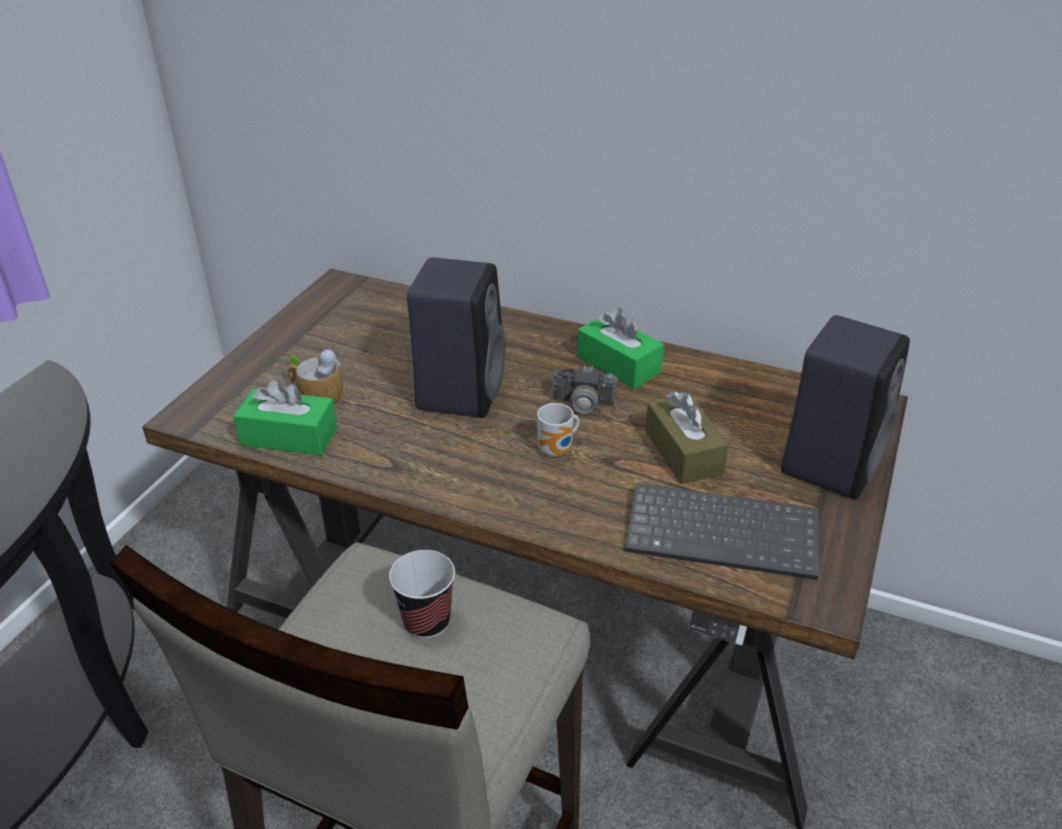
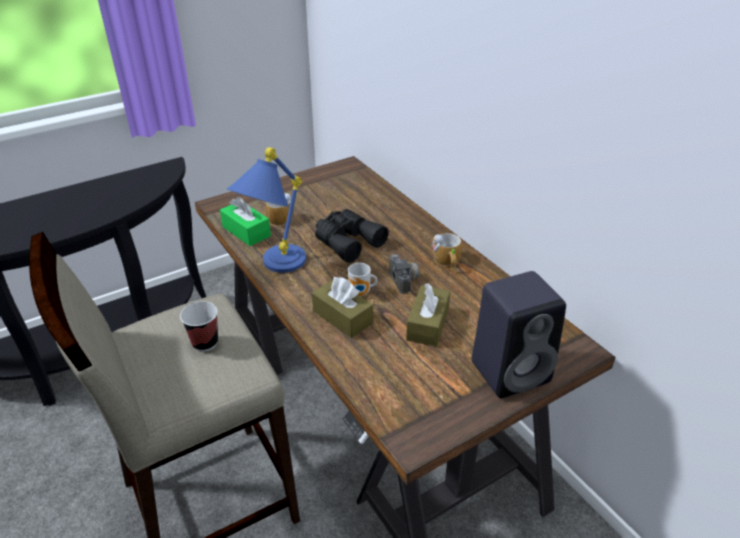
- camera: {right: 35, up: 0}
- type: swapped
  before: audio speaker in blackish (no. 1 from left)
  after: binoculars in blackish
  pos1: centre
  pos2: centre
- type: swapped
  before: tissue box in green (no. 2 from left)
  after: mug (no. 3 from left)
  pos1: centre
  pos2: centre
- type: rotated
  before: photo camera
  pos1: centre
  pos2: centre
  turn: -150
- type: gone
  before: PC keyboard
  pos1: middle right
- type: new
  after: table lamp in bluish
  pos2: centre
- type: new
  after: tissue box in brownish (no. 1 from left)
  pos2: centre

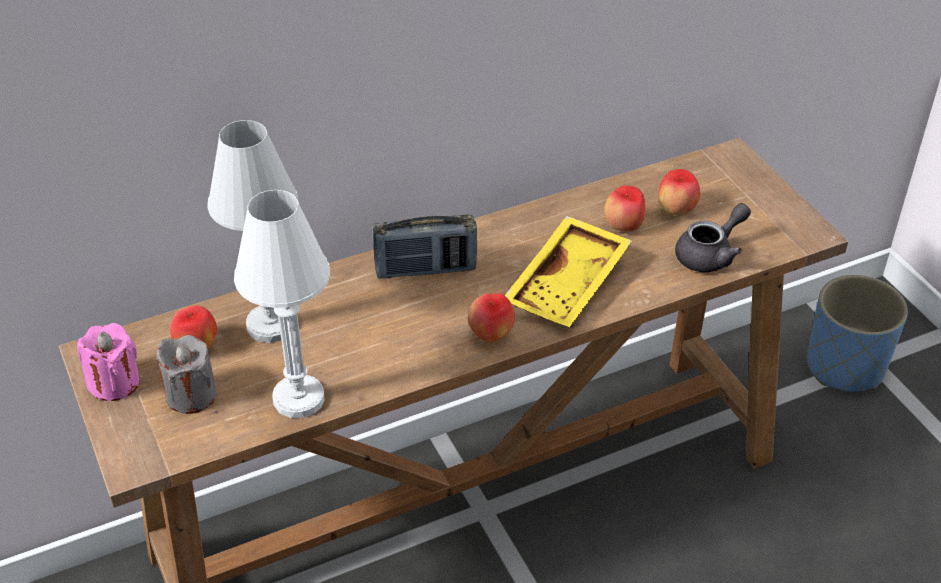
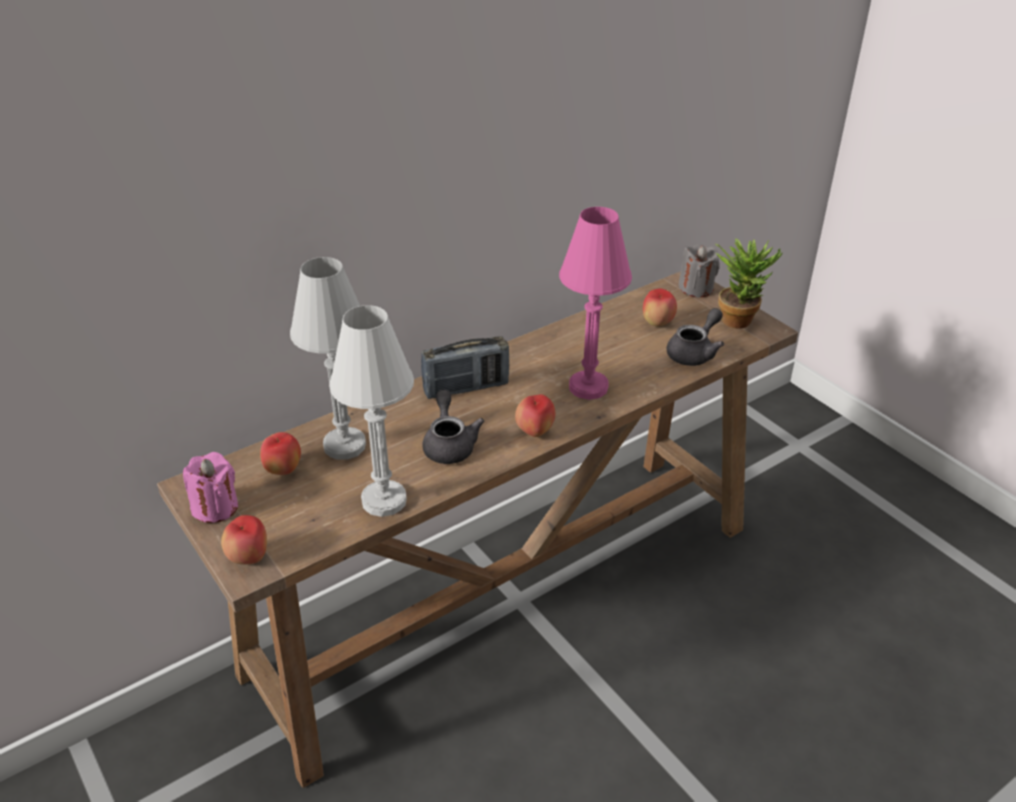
- camera: {right: -10, up: -5}
- type: shifted
  before: apple fruit (no. 3 from left in the first image)
  after: apple fruit (no. 1 from left)
  pos1: centre
  pos2: bottom left
- type: swapped
  before: carrying tray in yellowish
  after: table lamp in pinkish
  pos1: centre
  pos2: centre
- type: gone
  before: flower pot in bluish
  pos1: middle right
- type: shifted
  before: wax candle in grey
  pos1: middle left
  pos2: middle right
- type: new
  after: plant in a pot
  pos2: middle right
- type: new
  after: pot for tea in grey (no. 1 from left)
  pos2: centre

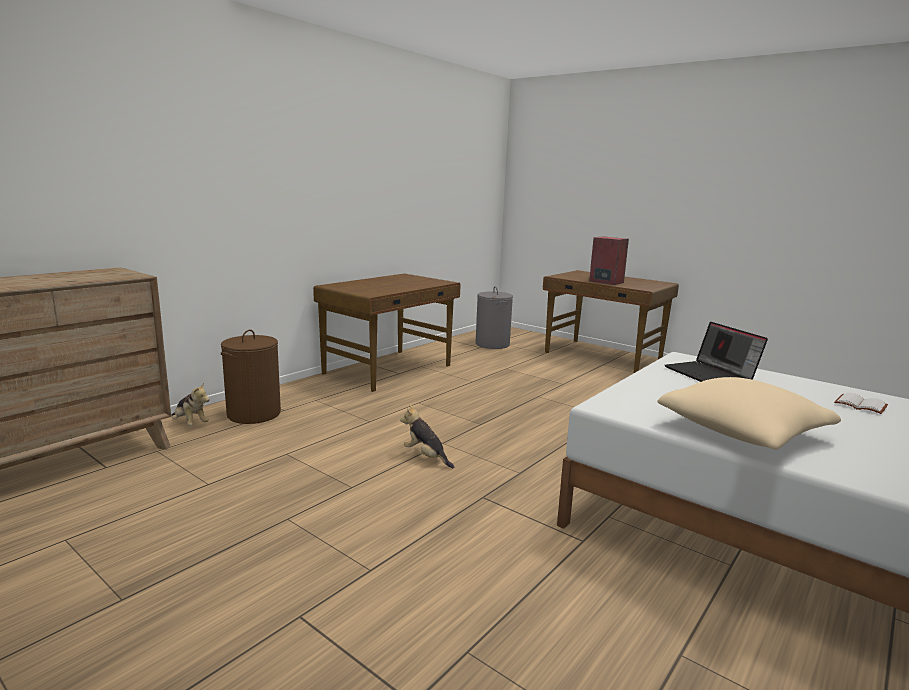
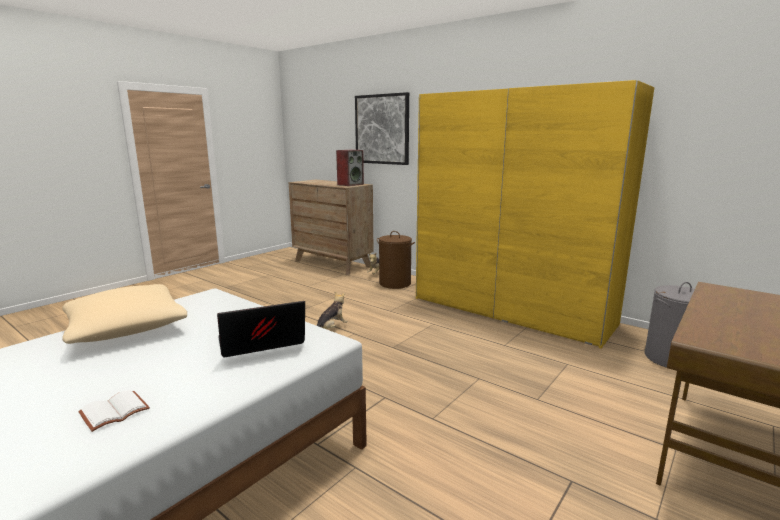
- camera: {right: 90, up: 0}
- type: shifted
  before: audio speaker
  pos1: middle right
  pos2: top centre
- type: swapped
  before: desk unit in brownish (no. 1 from left)
  after: armoire in yellowish
  pos1: centre
  pos2: middle right
- type: new
  after: wall art
  pos2: top centre

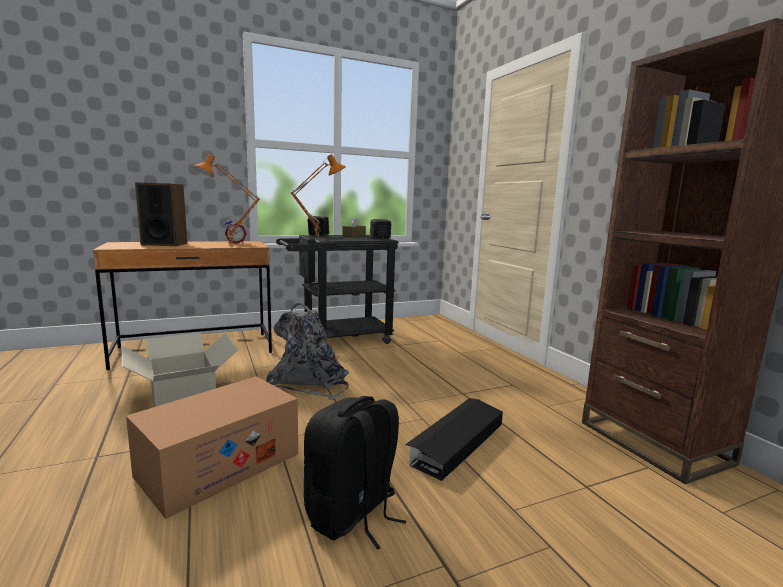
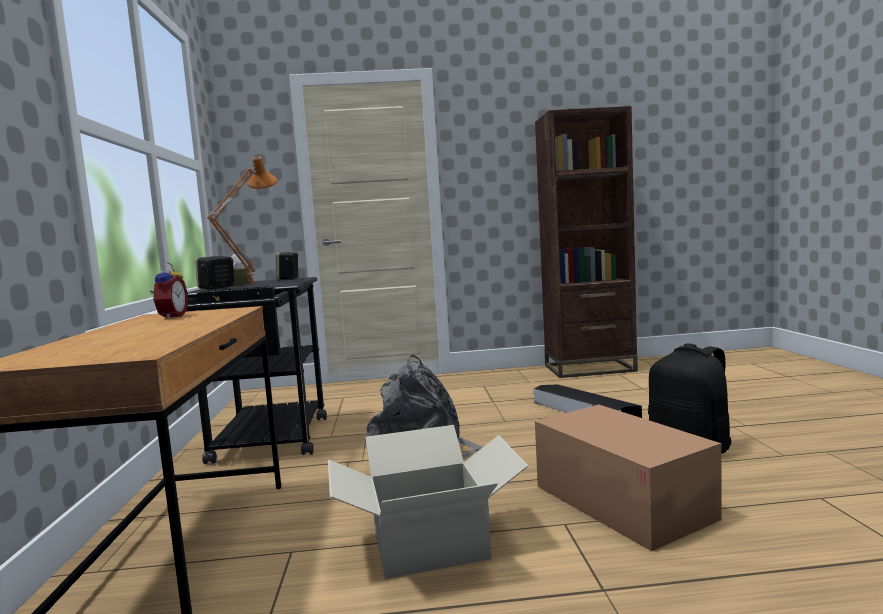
- camera: {right: -70, up: -5}
- type: gone
  before: table lamp in orange-coloured (no. 1 from left)
  pos1: middle left
- type: gone
  before: audio speaker (no. 1 from left)
  pos1: middle left

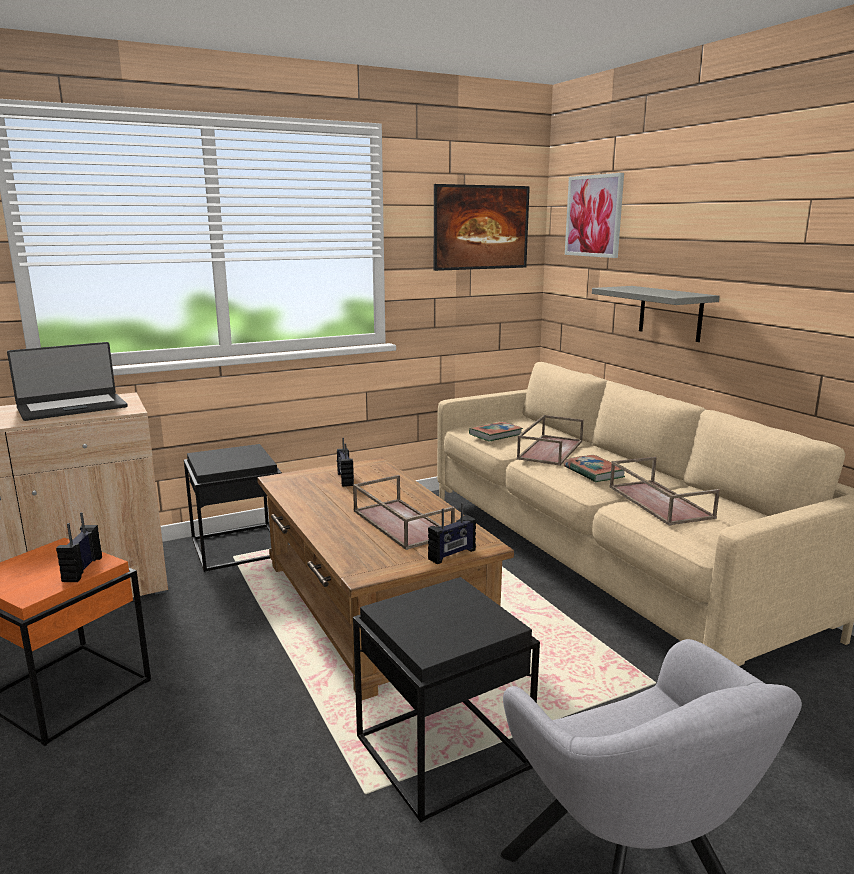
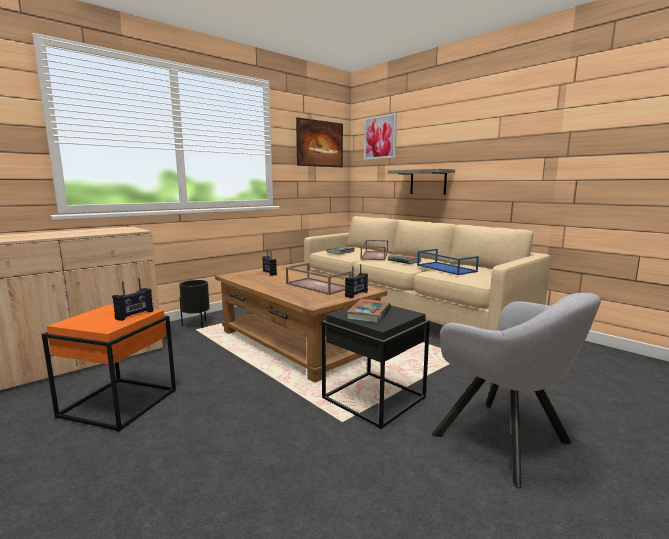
- camera: {right: -15, up: -5}
- type: gone
  before: laptop
  pos1: middle left
- type: swapped
  before: accent table in blackish (no. 1 from left)
  after: flower pot in blackish
  pos1: middle left
  pos2: middle left
- type: repainted
  before: carrying tray in brownish (no. 3 from left)
  after: carrying tray in bluish
  pos1: middle right
  pos2: middle right
- type: rotated
  before: radio receiver (no. 1 from left)
  pos1: middle left
  pos2: middle left
  turn: -135
- type: new
  after: book (no. 2 from left)
  pos2: centre

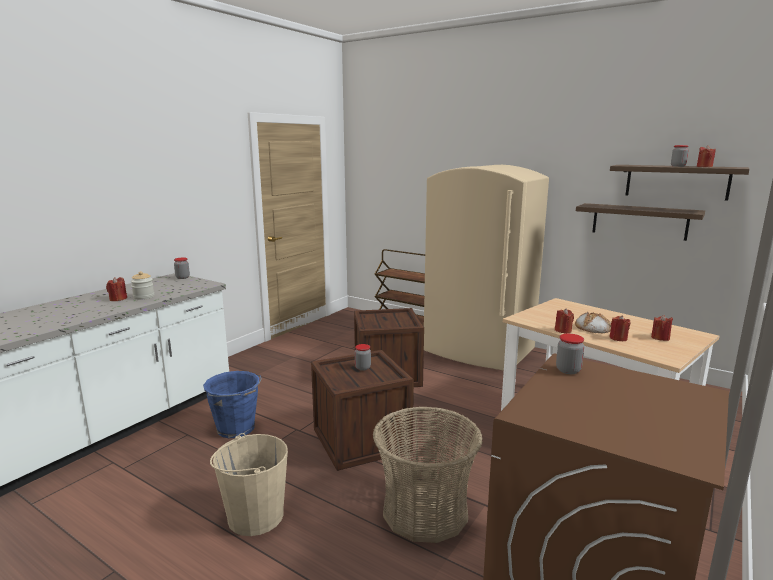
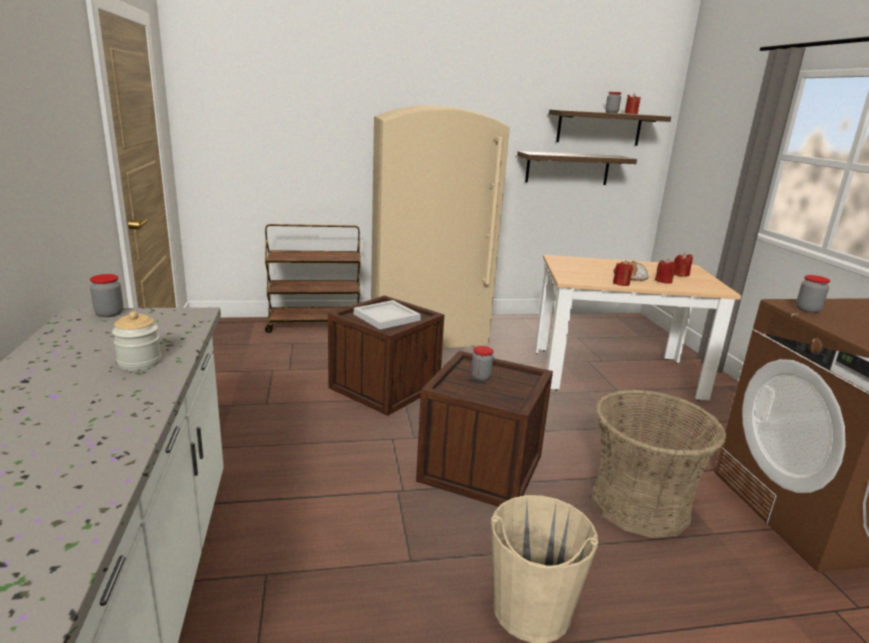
- camera: {right: -45, up: 5}
- type: gone
  before: wax candle in red-coloured (no. 1 from left)
  pos1: middle left
- type: gone
  before: pail in bluish
  pos1: bottom left
- type: new
  after: carrying tray in white-coloured
  pos2: centre

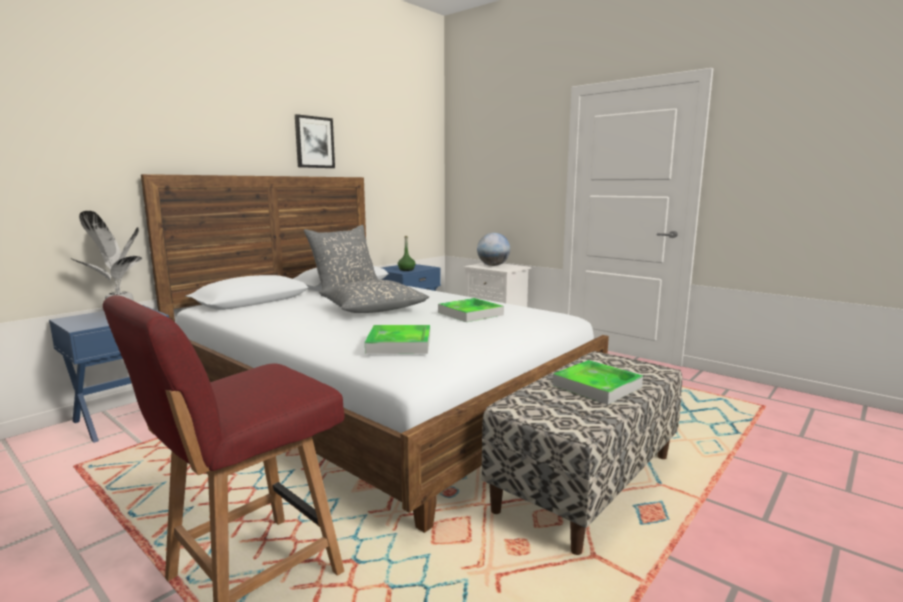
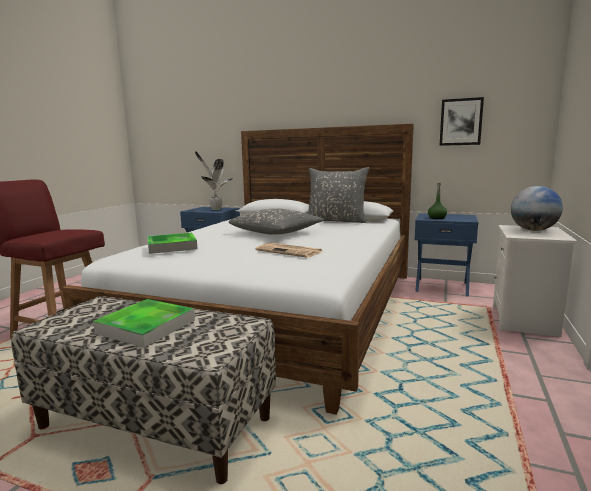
- camera: {right: 70, up: 0}
- type: shifted
  before: wall art
  pos1: top centre
  pos2: top right
- type: swapped
  before: carrying tray (no. 2 from left)
  after: newspaper
  pos1: centre
  pos2: centre

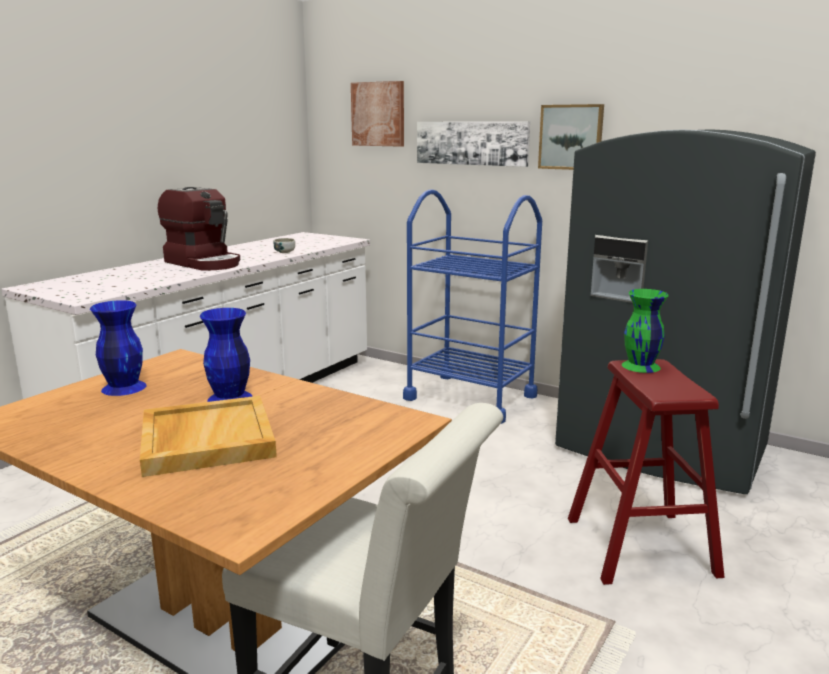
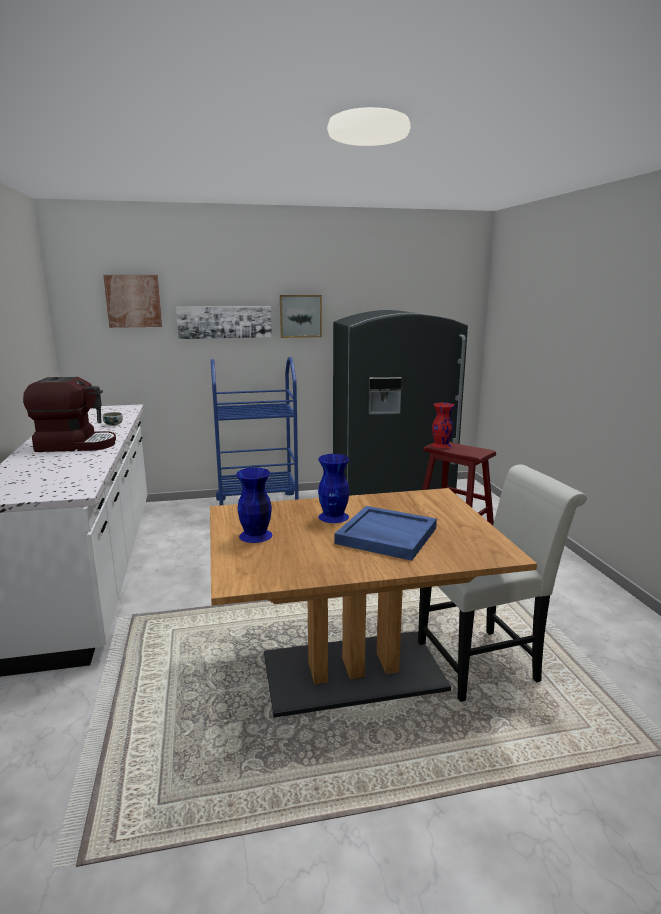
- camera: {right: -45, up: 0}
- type: repainted
  before: decorative vase in green
  after: decorative vase in red-coloured
  pos1: middle right
  pos2: middle right
- type: repainted
  before: carrying tray in sand-coloured
  after: carrying tray in bluish
  pos1: middle left
  pos2: centre

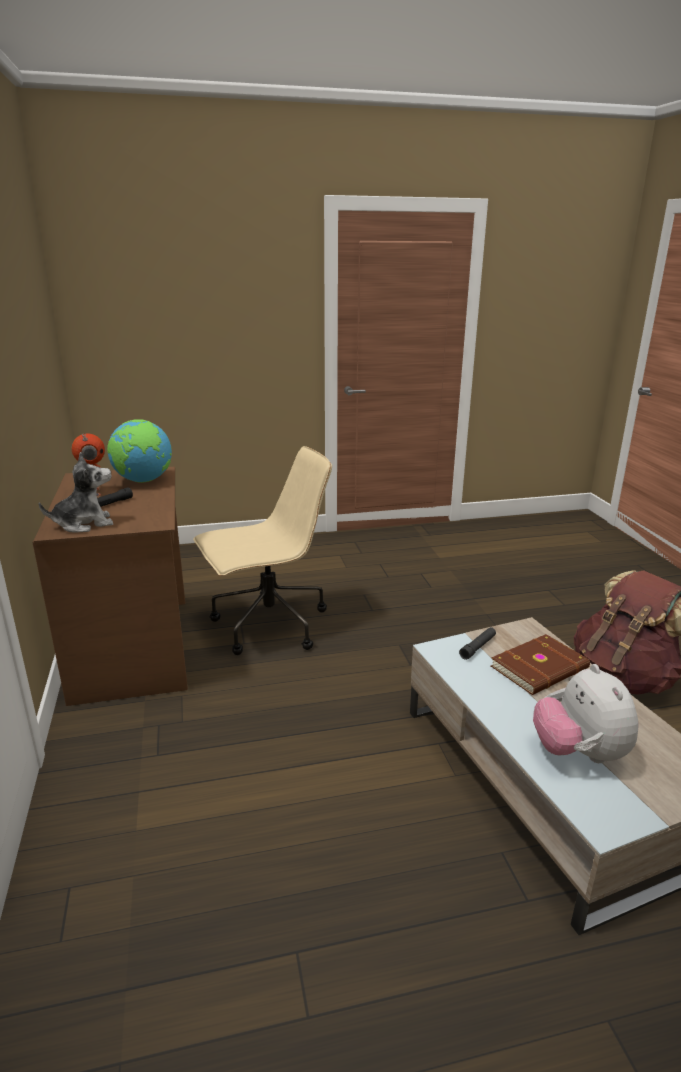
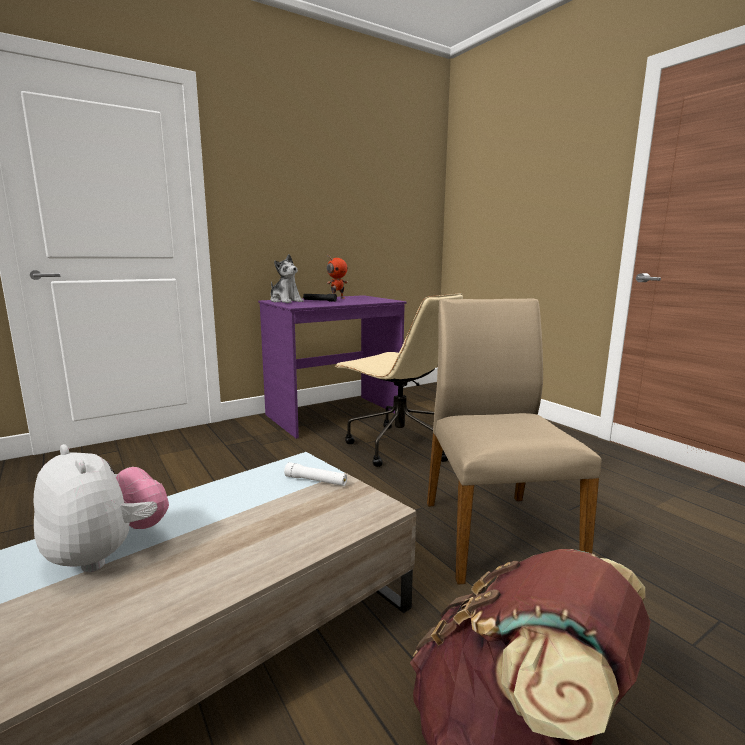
- camera: {right: 70, up: -10}
- type: gone
  before: desk globe
  pos1: middle left
- type: repainted
  before: desk unit in brownish
  after: desk unit in purple
  pos1: middle left
  pos2: centre
- type: repainted
  before: flashlight in blackish (no. 2 from left)
  after: flashlight in white-coloured
  pos1: middle right
  pos2: centre
- type: gone
  before: book in brownish
  pos1: middle right
- type: rotated
  before: plush toy (no. 2 from left in the first image)
  pos1: middle right
  pos2: bottom left
  turn: 75
- type: new
  after: plain chair in sand-coloured
  pos2: middle right

